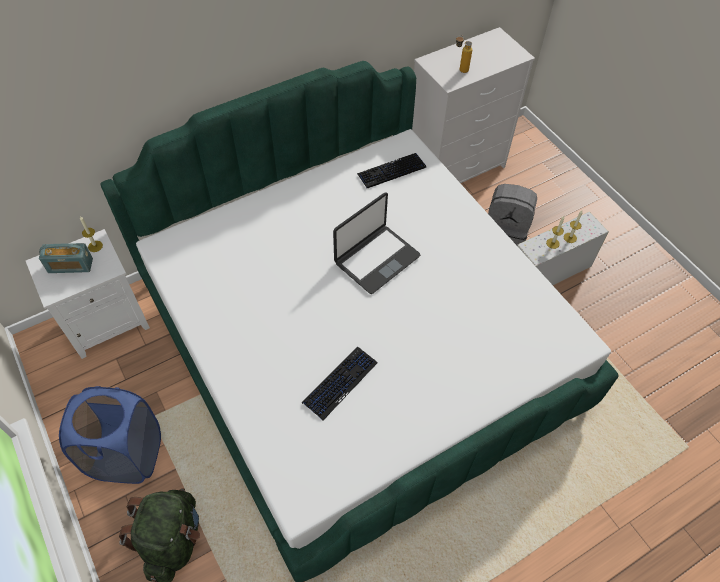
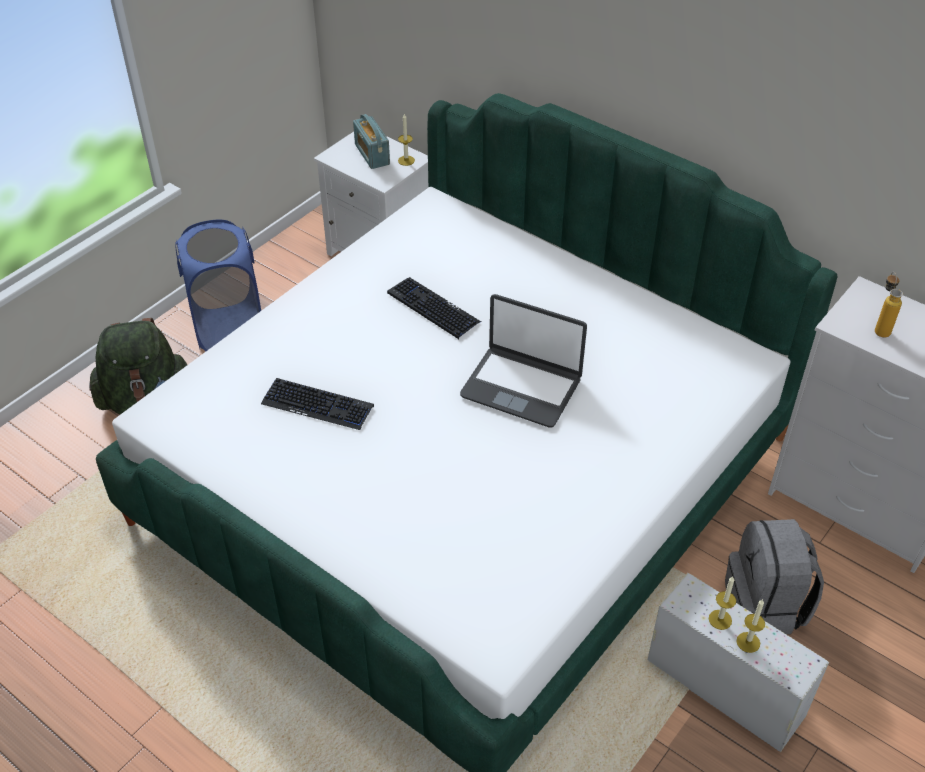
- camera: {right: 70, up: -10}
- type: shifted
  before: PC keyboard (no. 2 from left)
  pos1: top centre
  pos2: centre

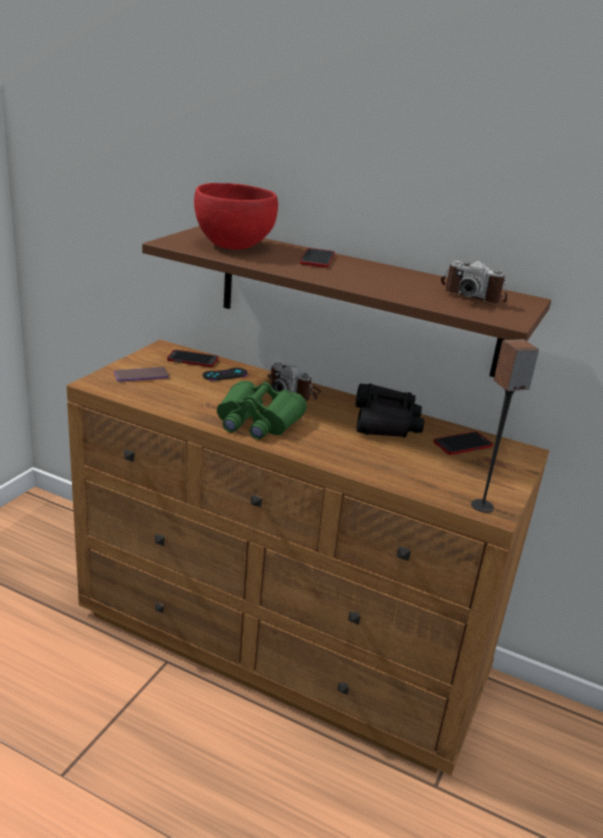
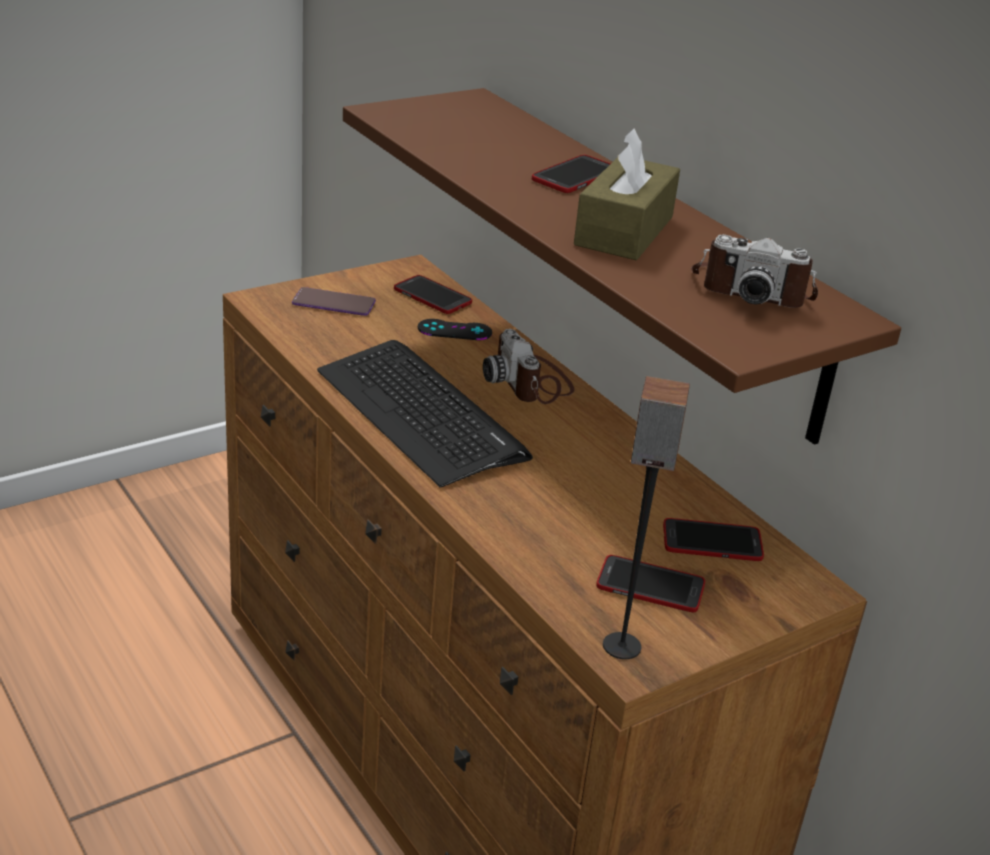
- camera: {right: 30, up: 5}
- type: gone
  before: serving bowl in red-coloured
  pos1: top centre
- type: rotated
  before: photo camera (no. 2 from left)
  pos1: middle right
  pos2: top right
  turn: -45
- type: swapped
  before: binoculars in green
  after: PC keyboard
  pos1: centre
  pos2: centre
- type: gone
  before: binoculars in blackish
  pos1: centre
- type: new
  after: tissue box in brownish
  pos2: top centre
- type: new
  after: phone (no. 4 from left)
  pos2: bottom centre

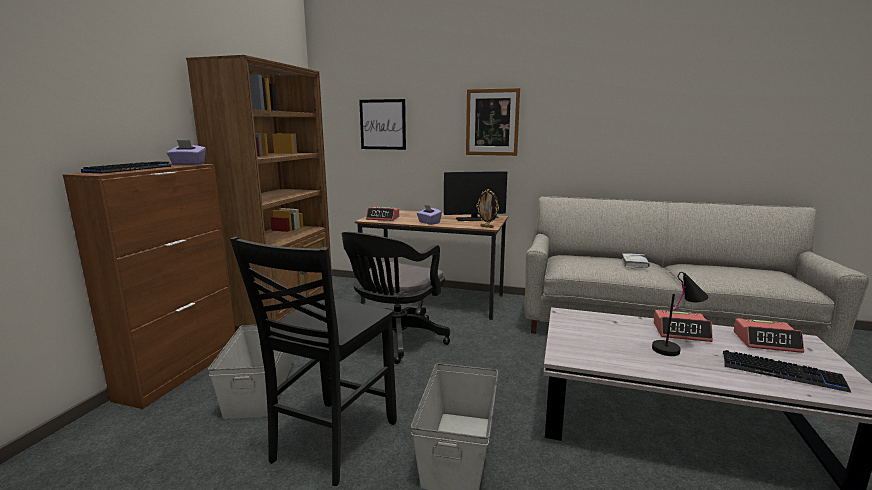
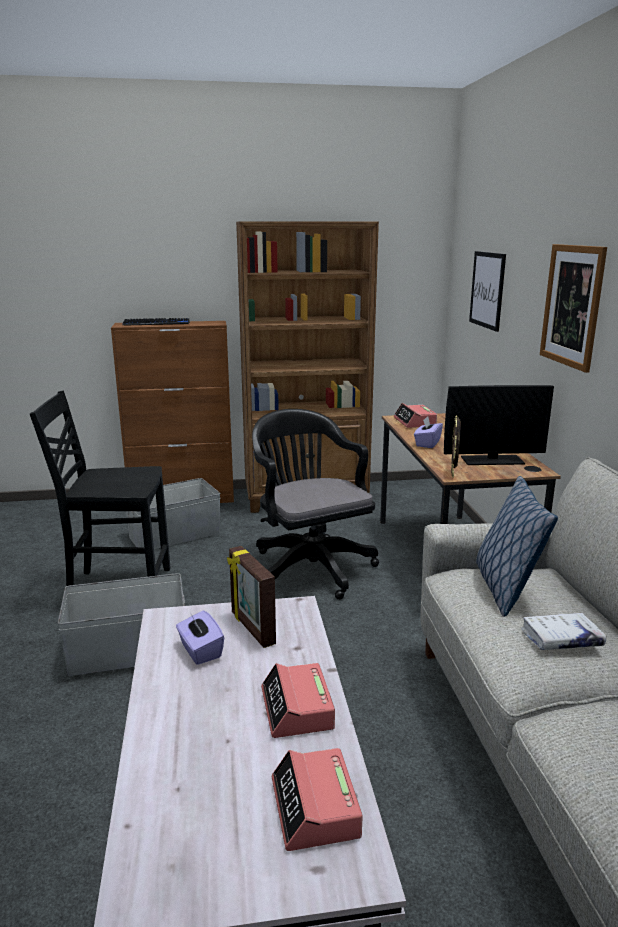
- camera: {right: 65, up: 5}
- type: shifted
  before: tissue box in purple (no. 1 from left)
  pos1: top left
  pos2: bottom left
- type: rotated
  before: monitor
  pos1: centre
  pos2: middle right
  turn: -60
- type: rotated
  before: office chair in blackish
  pos1: centre
  pos2: centre
  turn: 60
- type: gone
  before: table lamp in blackish
  pos1: middle right
- type: gone
  before: PC keyboard (no. 2 from left)
  pos1: bottom right
- type: new
  after: throw pillow
  pos2: middle right
- type: new
  after: picture frame (no. 1 from left)
  pos2: centre

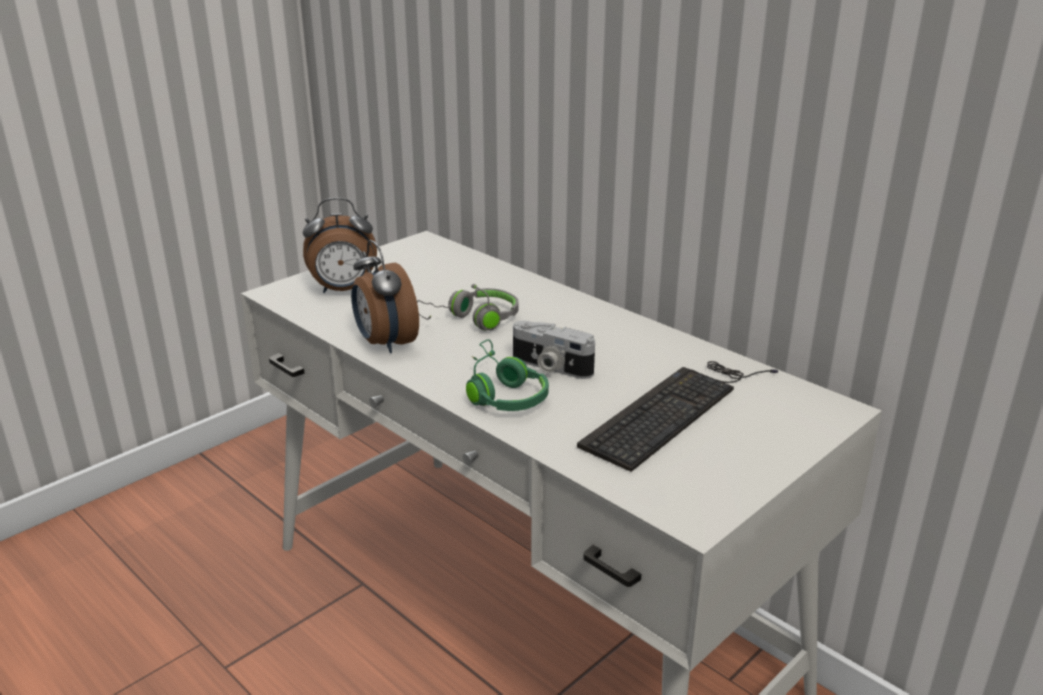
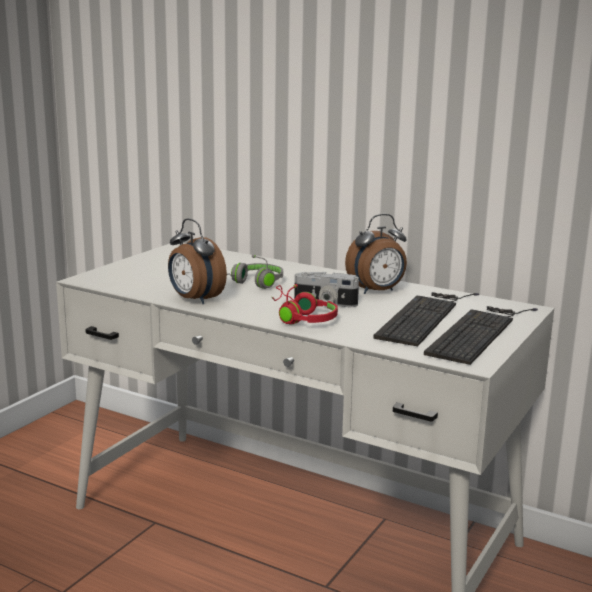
- camera: {right: -15, up: -10}
- type: shifted
  before: bedside clock (no. 1 from left in the first image)
  after: bedside clock (no. 2 from left)
  pos1: middle left
  pos2: centre
- type: repainted
  before: pair of headphones in green
  after: pair of headphones in red-coloured
  pos1: centre
  pos2: centre
- type: new
  after: PC keyboard (no. 2 from left)
  pos2: middle right

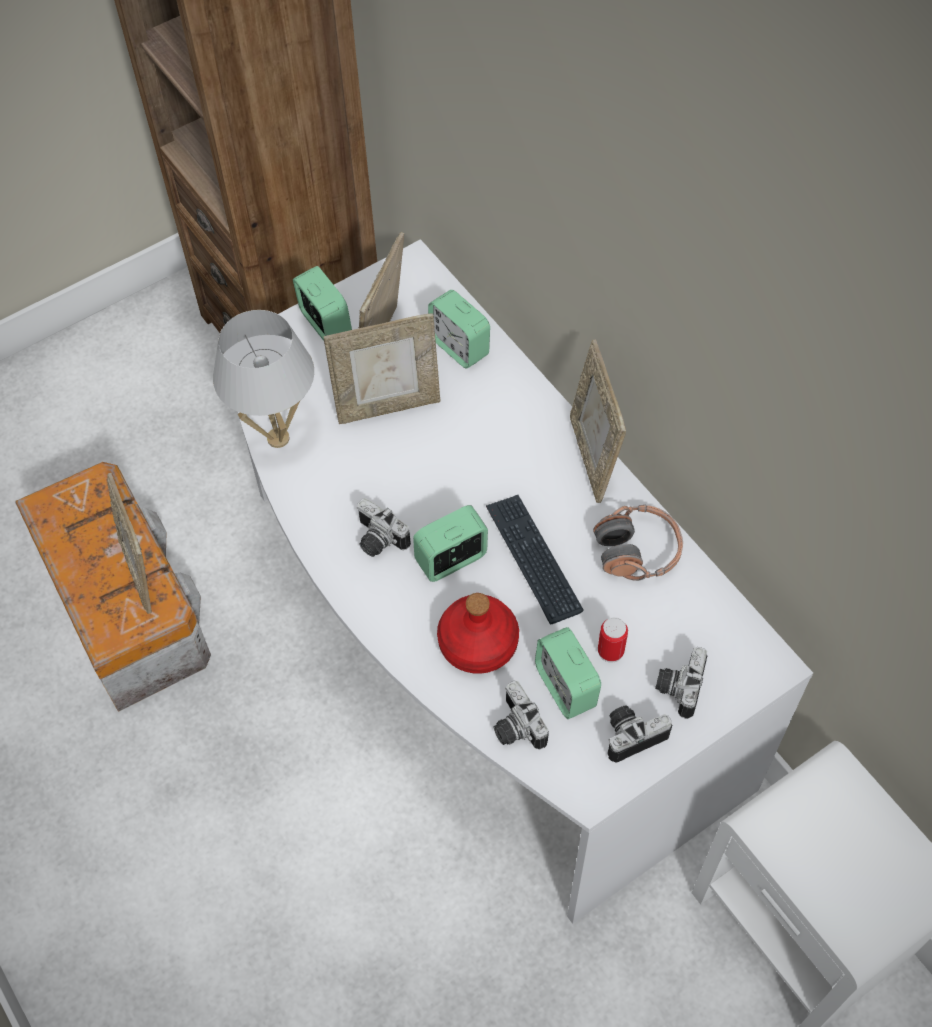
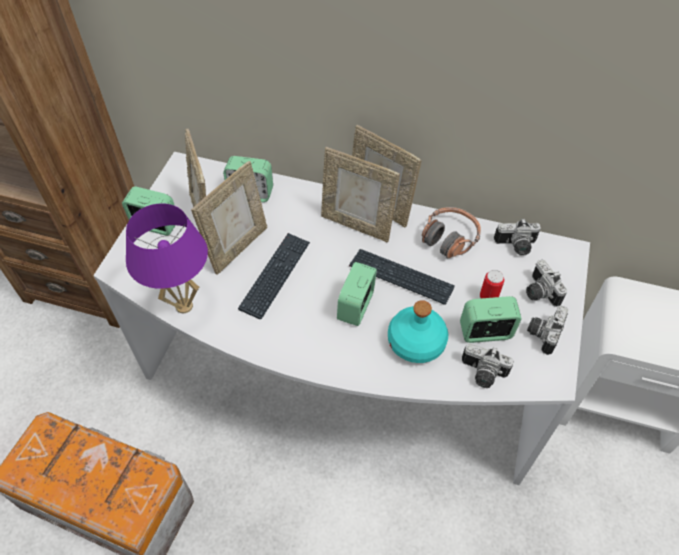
- camera: {right: -40, up: -5}
- type: repainted
  before: table lamp in white-coloured
  after: table lamp in purple
  pos1: middle left
  pos2: middle left
- type: shifted
  before: picture frame (no. 1 from left in the first image)
  after: picture frame (no. 3 from left)
  pos1: middle left
  pos2: centre
- type: shifted
  before: photo camera (no. 1 from left in the first image)
  after: photo camera (no. 2 from left)
  pos1: centre
  pos2: middle right
- type: repainted
  before: bottle in red-coloured
  after: bottle in blue-green
  pos1: centre
  pos2: centre
- type: rotated
  before: bedside clock (no. 4 from left)
  pos1: centre
  pos2: middle right
  turn: 150
- type: new
  after: PC keyboard (no. 1 from left)
  pos2: centre

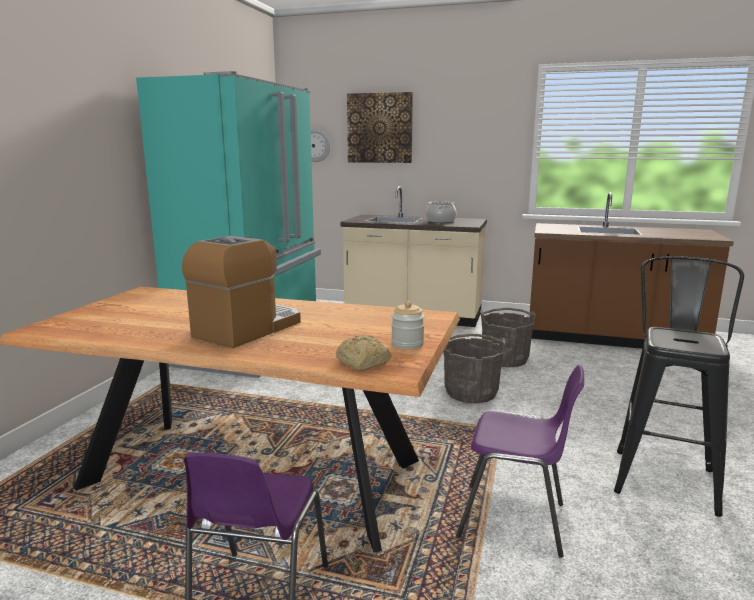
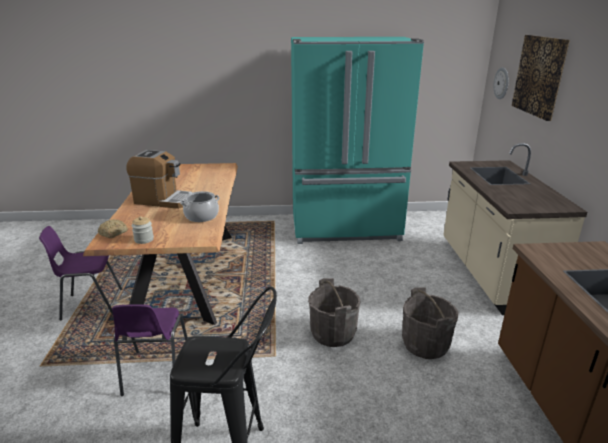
- camera: {right: 70, up: 10}
- type: shifted
  before: saucepot
  pos1: centre
  pos2: middle left

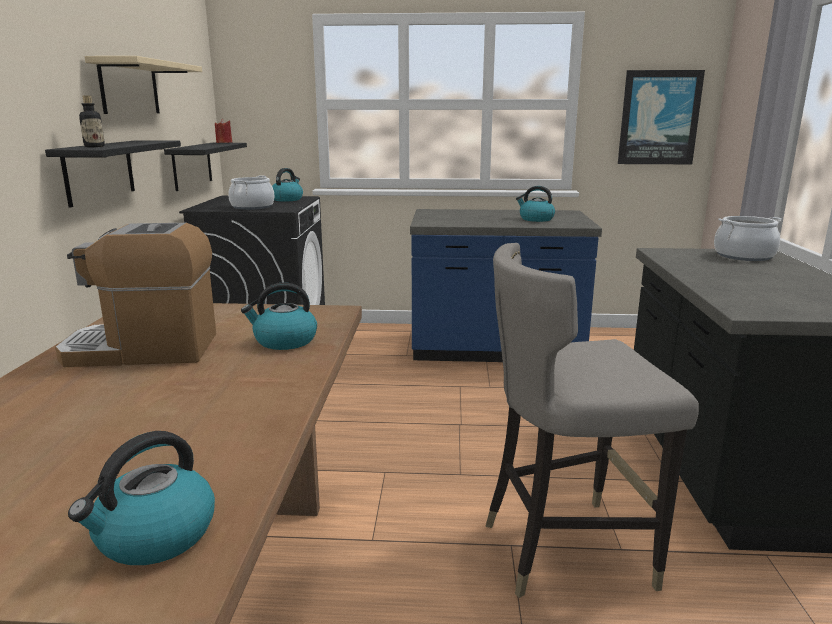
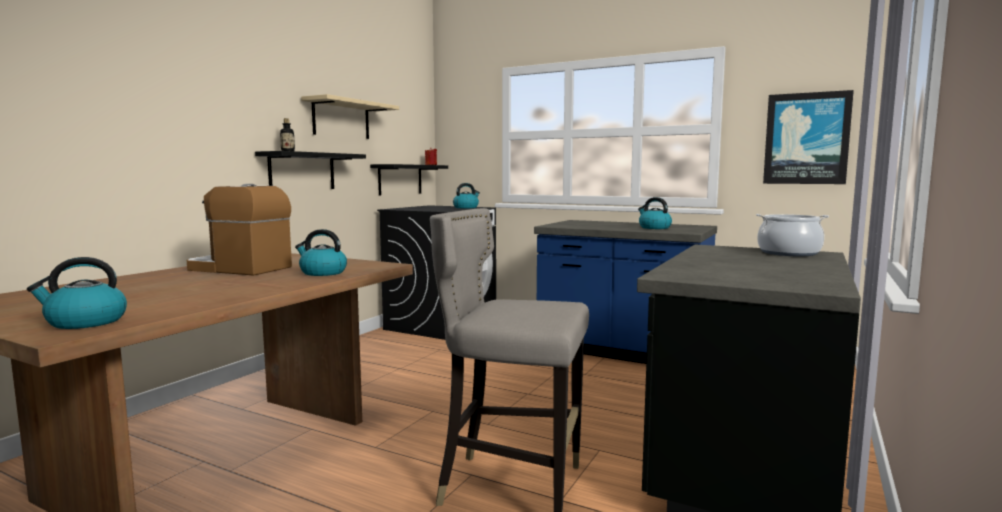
- camera: {right: 25, up: -10}
- type: gone
  before: saucepot (no. 1 from left)
  pos1: top left

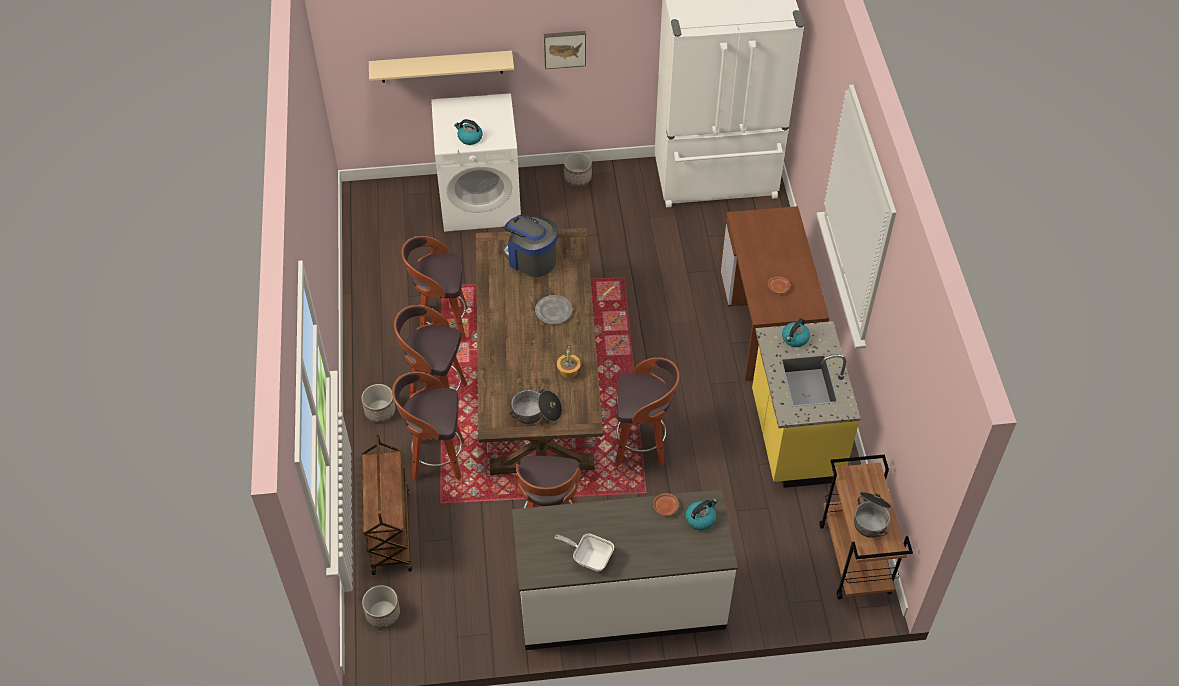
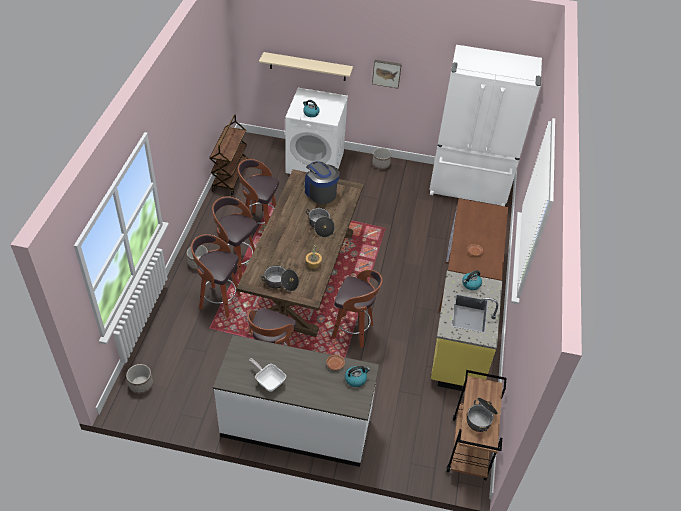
- camera: {right: 15, up: -5}
- type: swapped
  before: flat dish in grey
  after: saucepot (no. 2 from left)
  pos1: centre
  pos2: centre
- type: shifted
  before: trolley in brownish (no. 1 from left)
  pos1: bottom left
  pos2: top centre

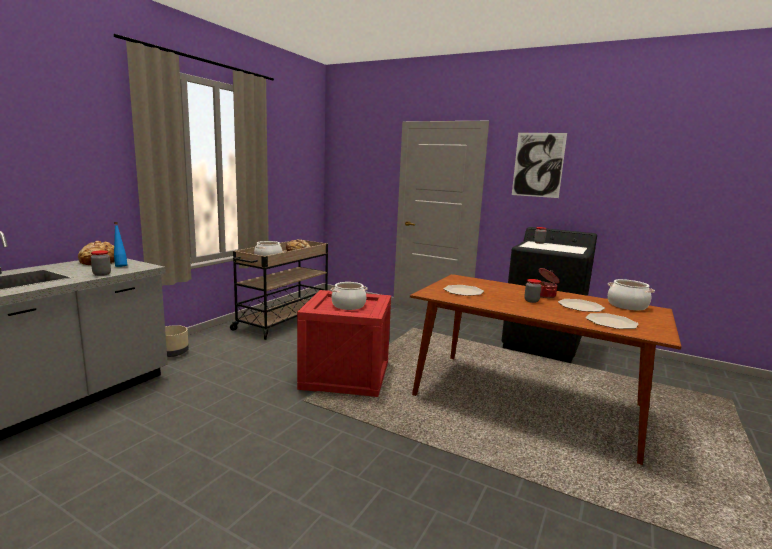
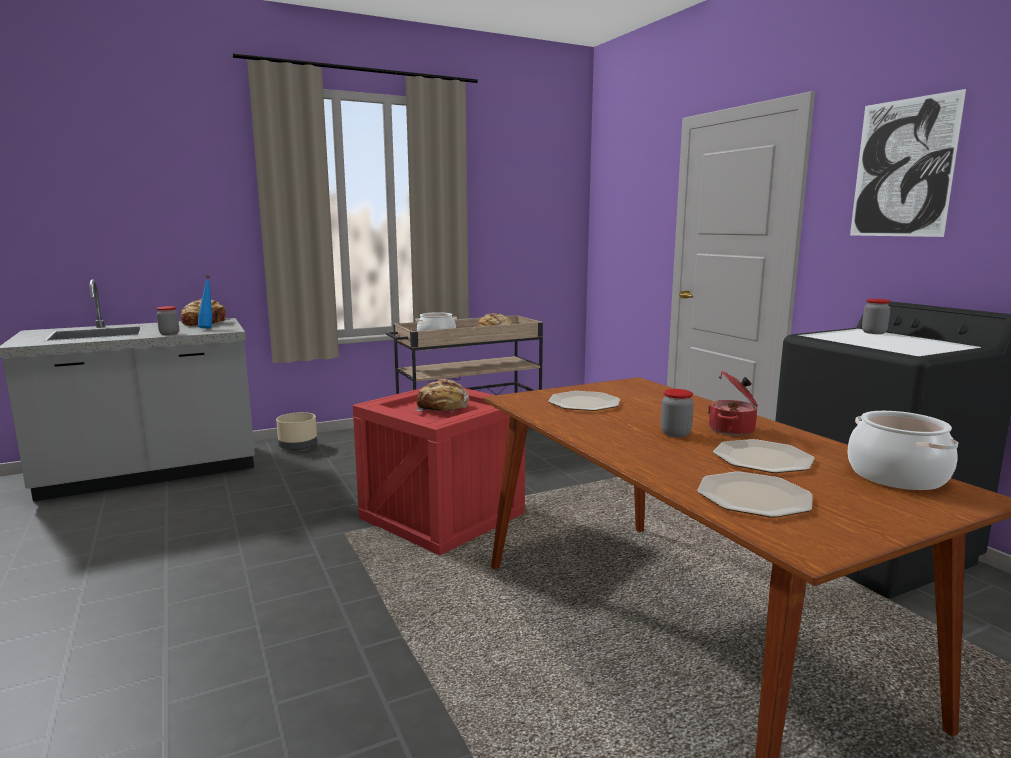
- camera: {right: 35, up: 0}
- type: swapped
  before: saucepot (no. 2 from left)
  after: bakery bread (no. 2 from left)
  pos1: centre
  pos2: centre

